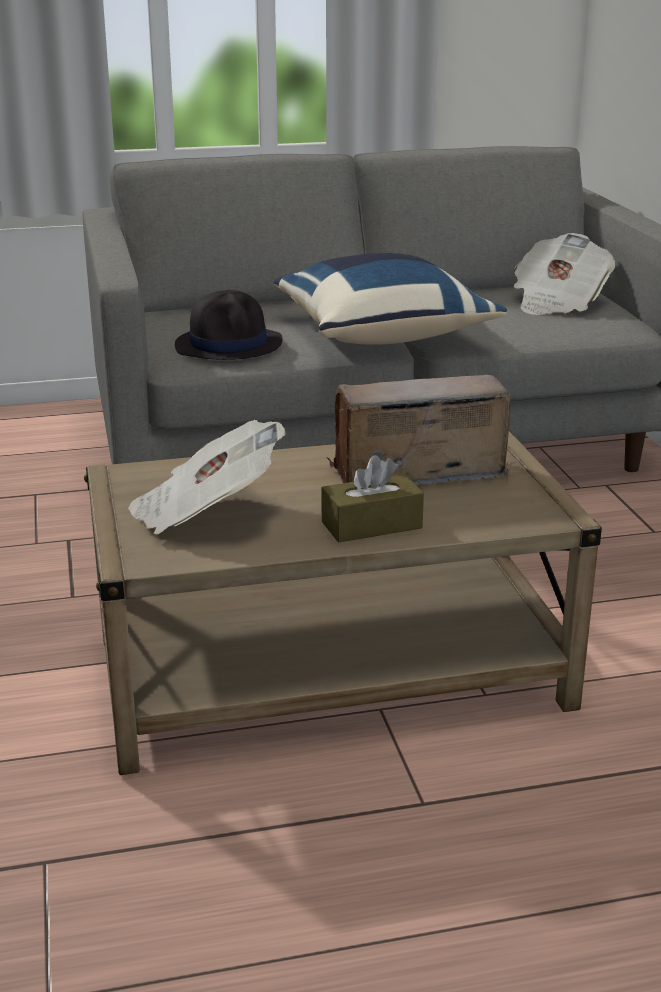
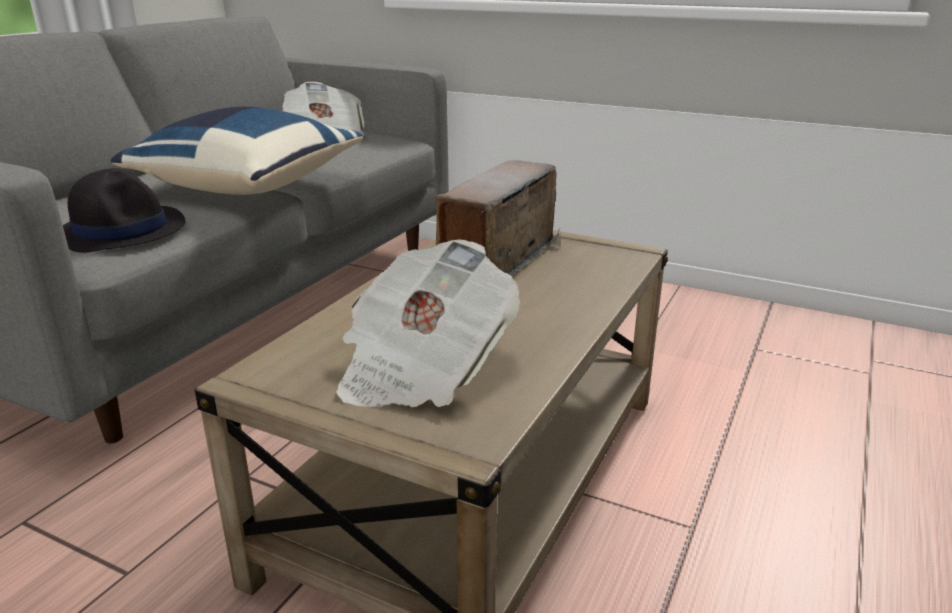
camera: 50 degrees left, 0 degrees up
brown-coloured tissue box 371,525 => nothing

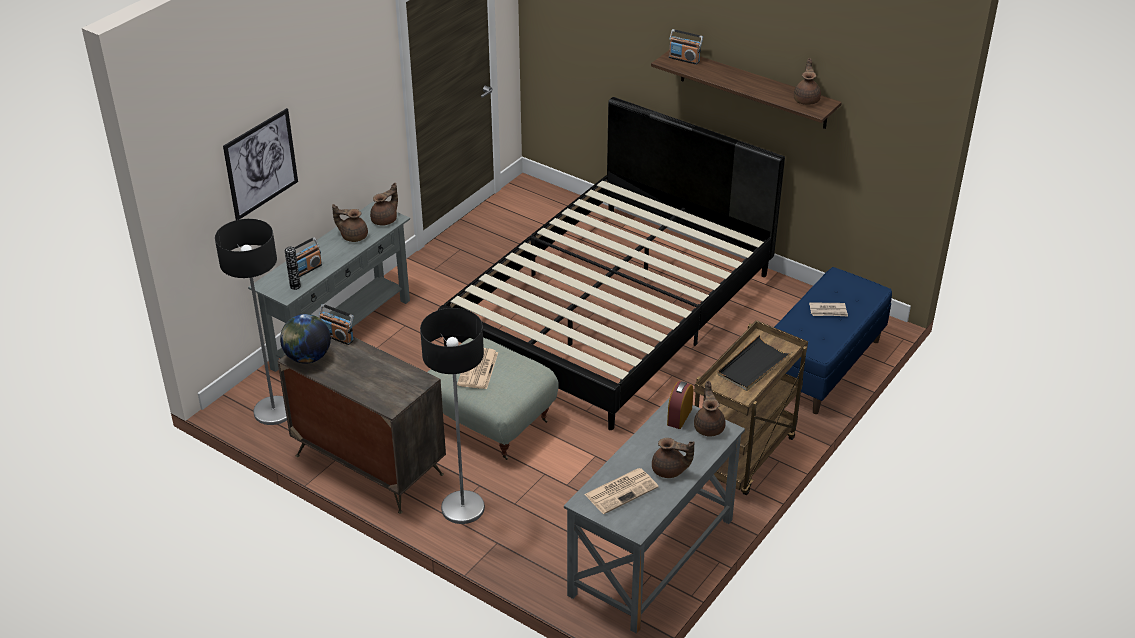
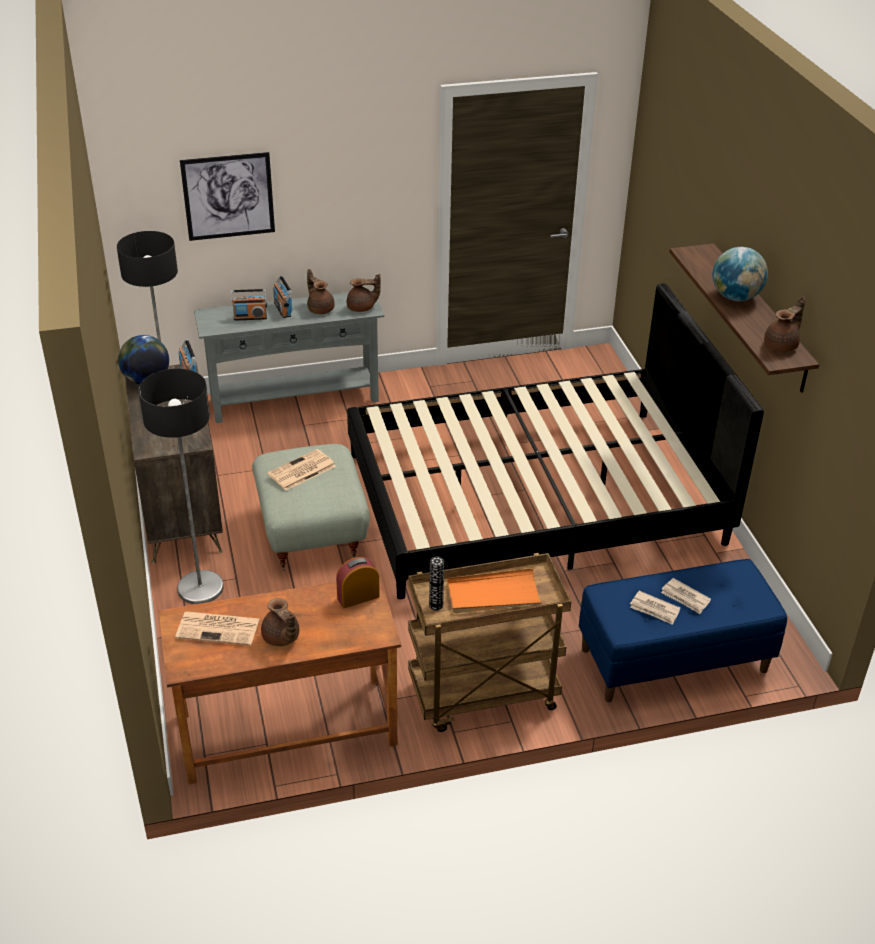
camera: 40 degrees right, 0 degrees up
radio set 684,59 => radio set 283,309, moved
vase 295,286 => vase 436,605, moved
black serving tray 753,366 => orange-coloured serving tray 493,594
brown-coloured teapot 709,427 => nothing
grey desk 652,557 => brown-coloured desk 287,730
nothing => desk globe 735,297
nothing => newspaper 654,609

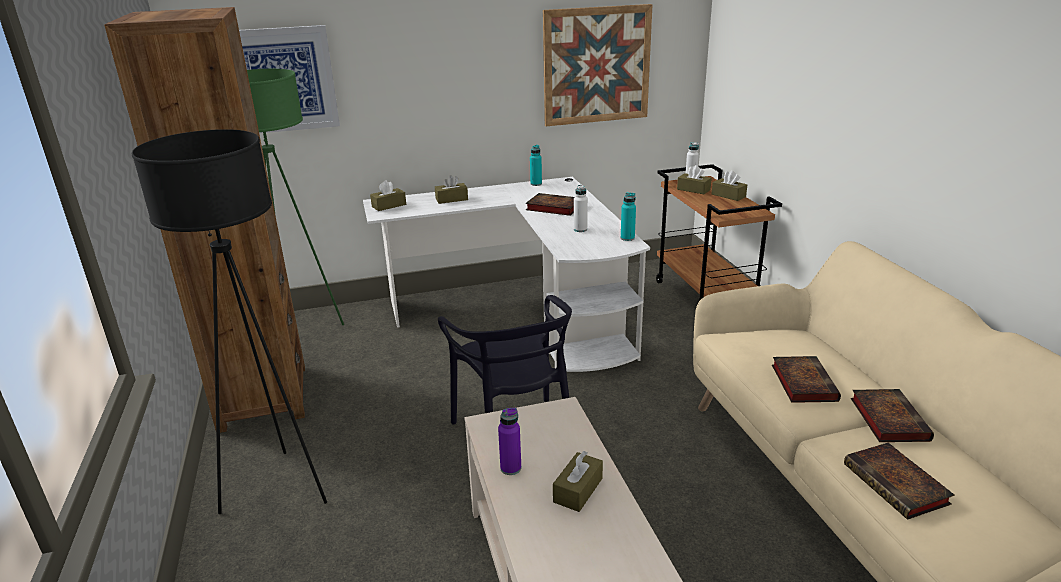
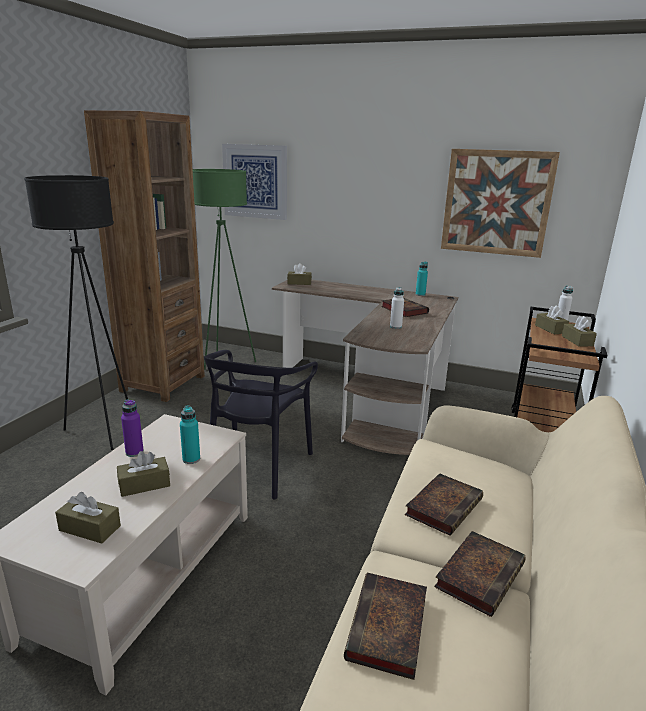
camera: 35 degrees right, 5 degrees down
brown-coloured tissue box 451,199 => brown-coloured tissue box 90,528, moved
white desk 524,315 => brown-coloured desk 373,396
blue-green bottle 627,238 => blue-green bottle 191,459, moved

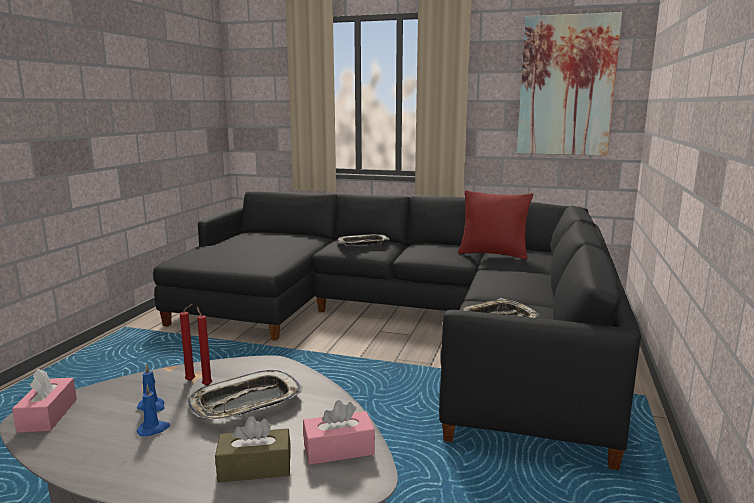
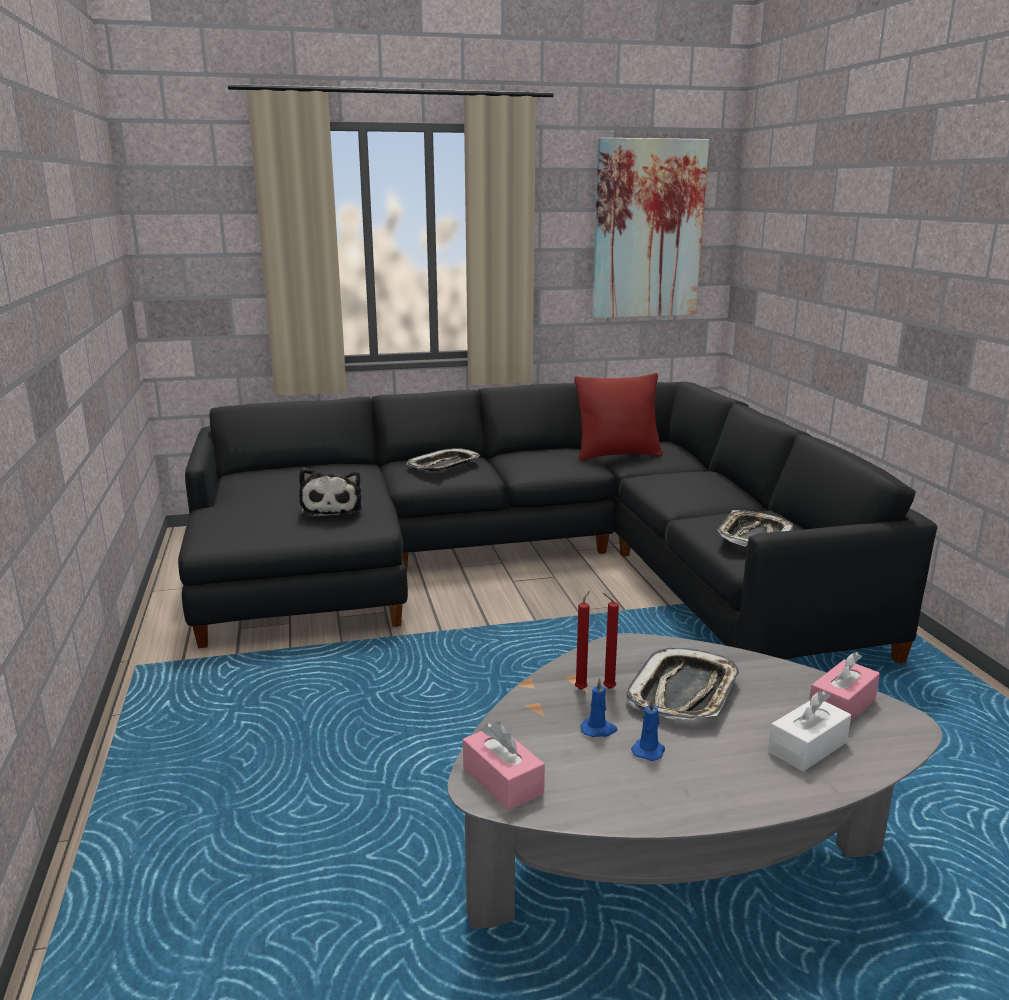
camera: 30 degrees left, 5 degrees up
brown-coloured tissue box 255,467 => white tissue box 807,747
nothing => cuddly toy 332,509

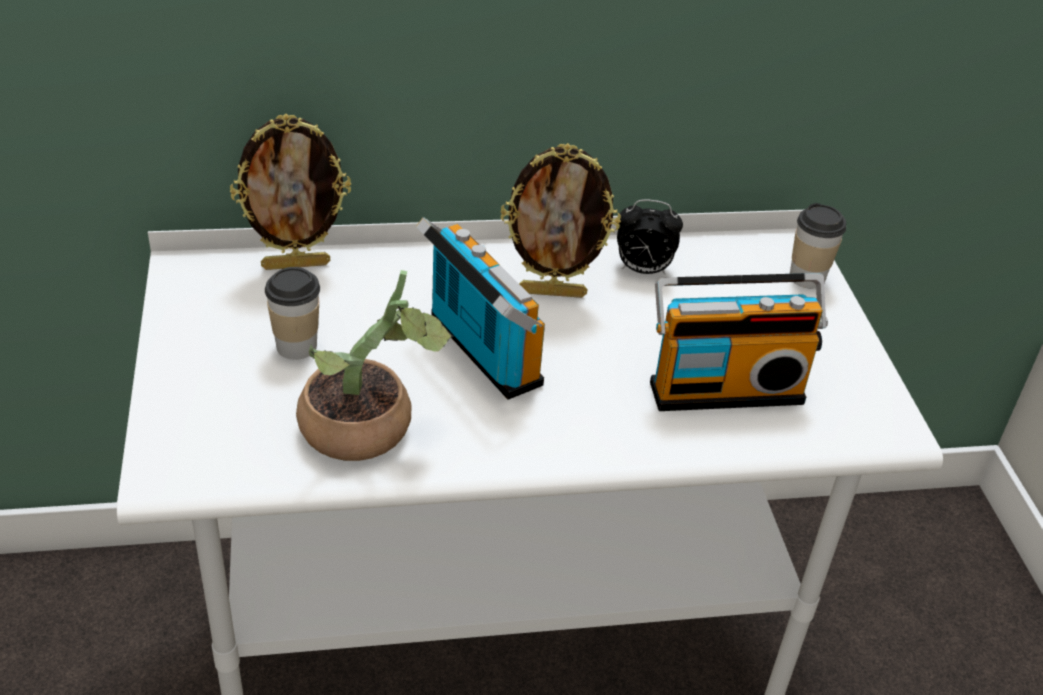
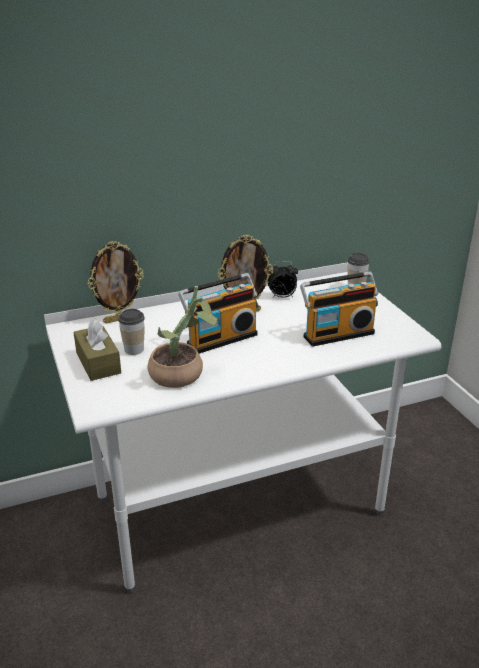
camera: 10 degrees left, 10 degrees down
radio set 478,352 => radio set 220,338, 105 degrees clockwise
nothing => brown-coloured tissue box 98,362

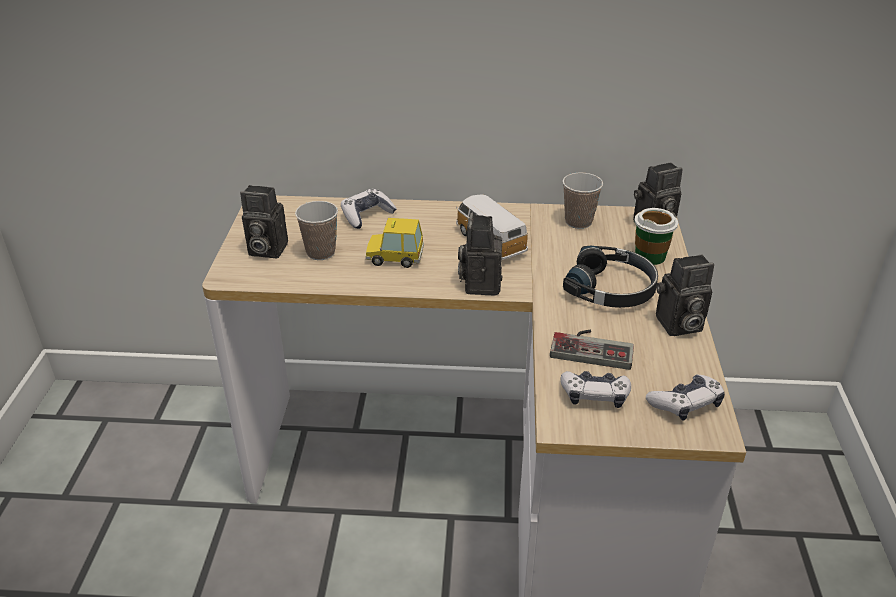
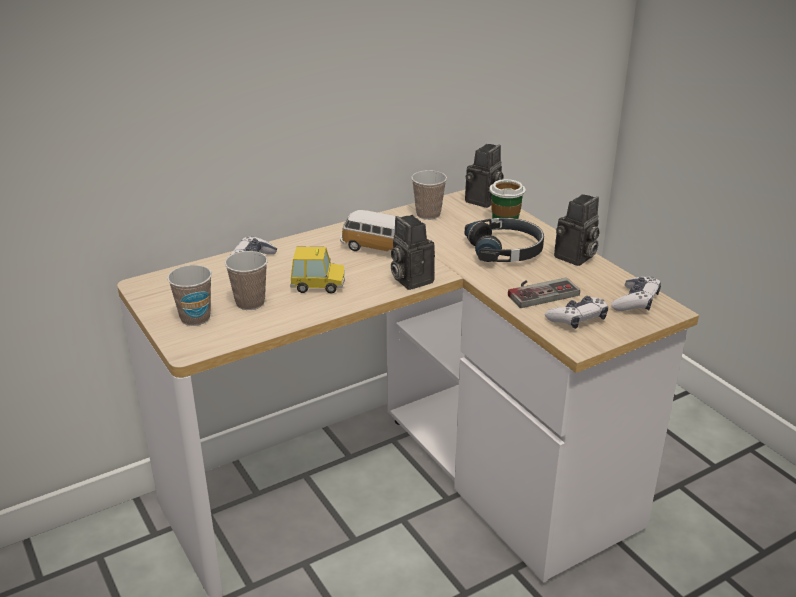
camera: 35 degrees left, 5 degrees down
still camera 265,250 => cup 195,318
toy car 395,257 => toy car 318,284, 150 degrees counterclockwise

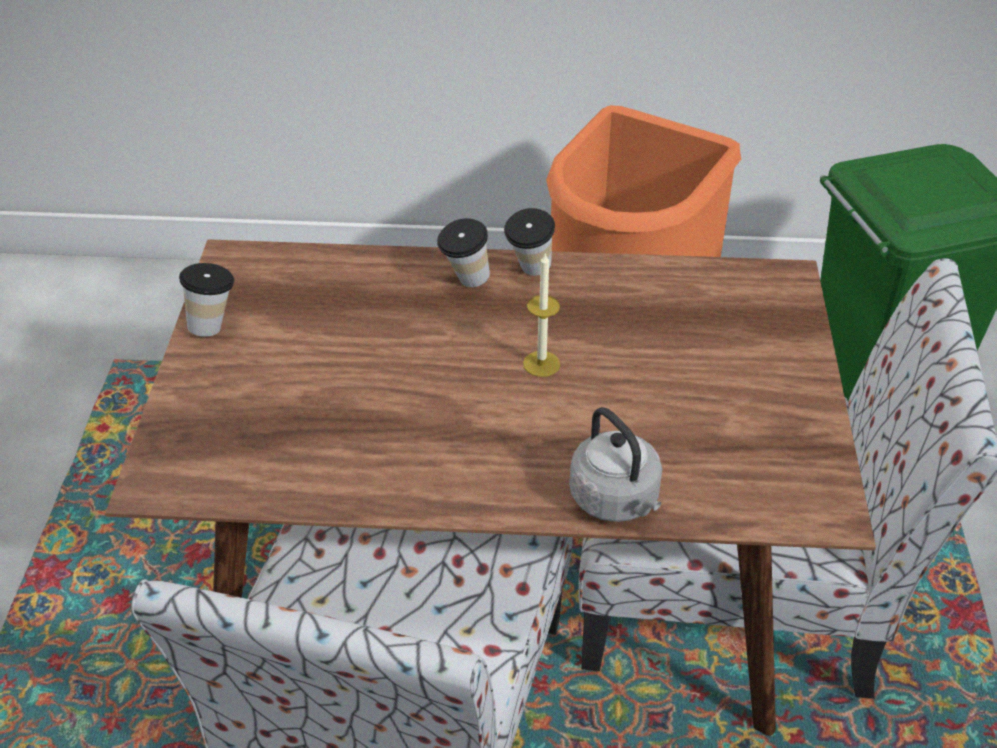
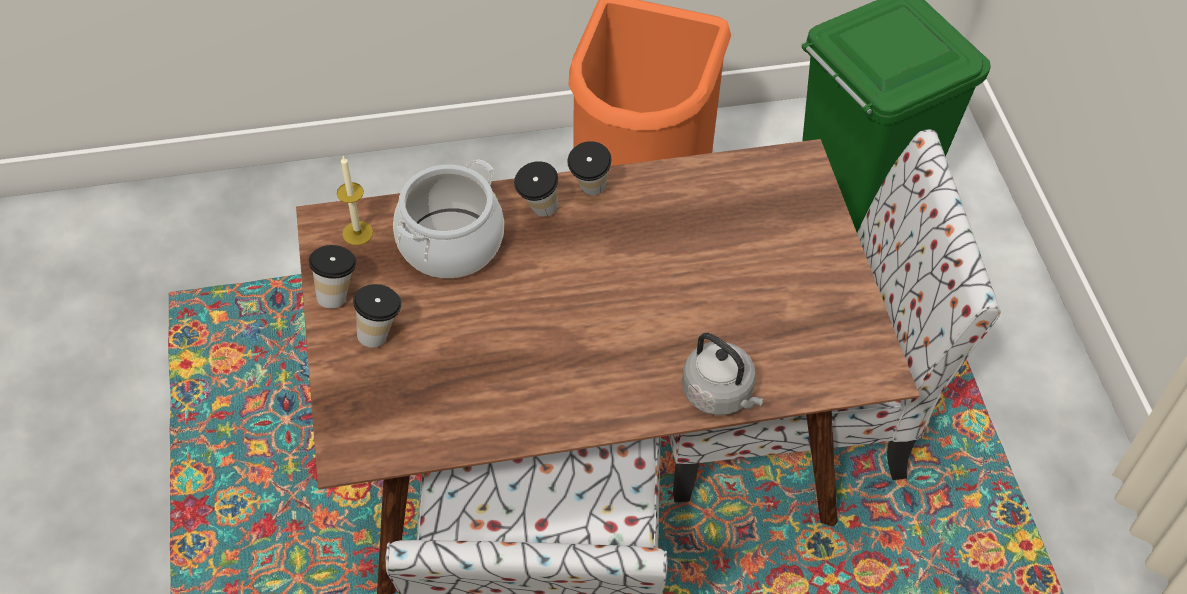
camera: 15 degrees left, 10 degrees up
candle 541,364 => candle 357,233, moved
nothing => cooking pot 450,243
nothing => cup 381,334

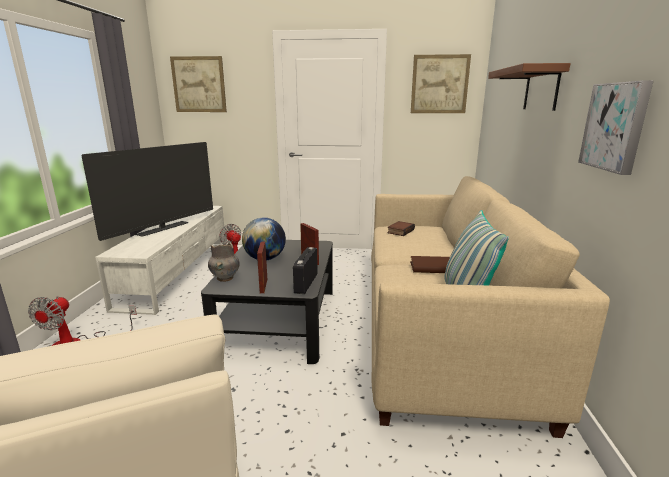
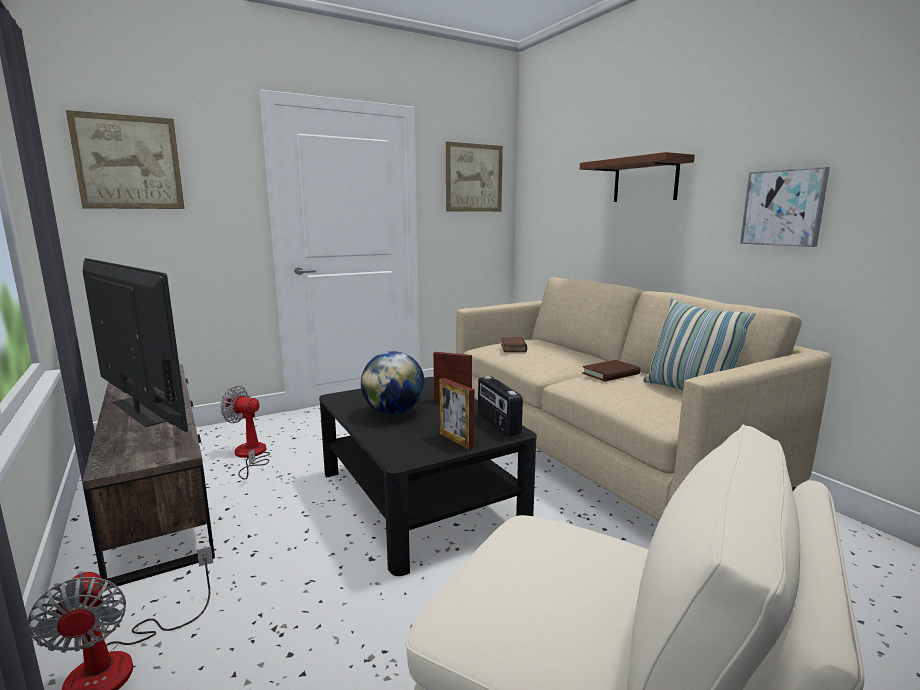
camera: 35 degrees left, 5 degrees down
TV 163,229 => TV 139,412, 45 degrees counterclockwise
white media console 178,272 => brown-coloured media console 159,487
grey vase 225,278 => nothing

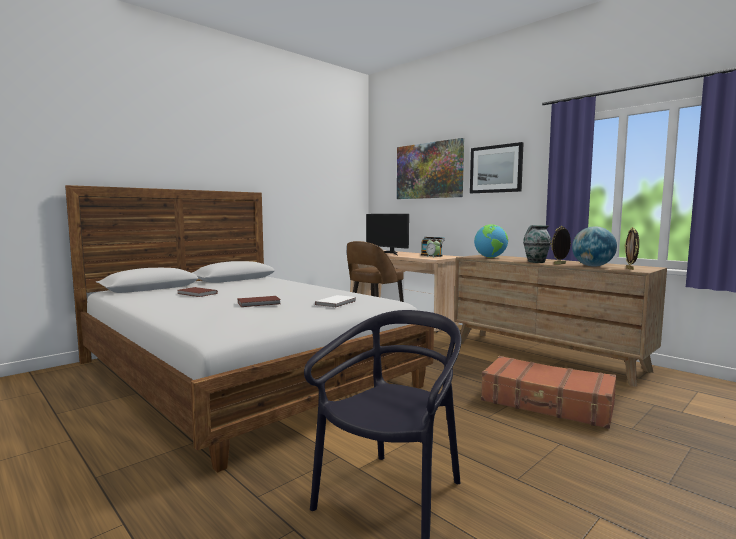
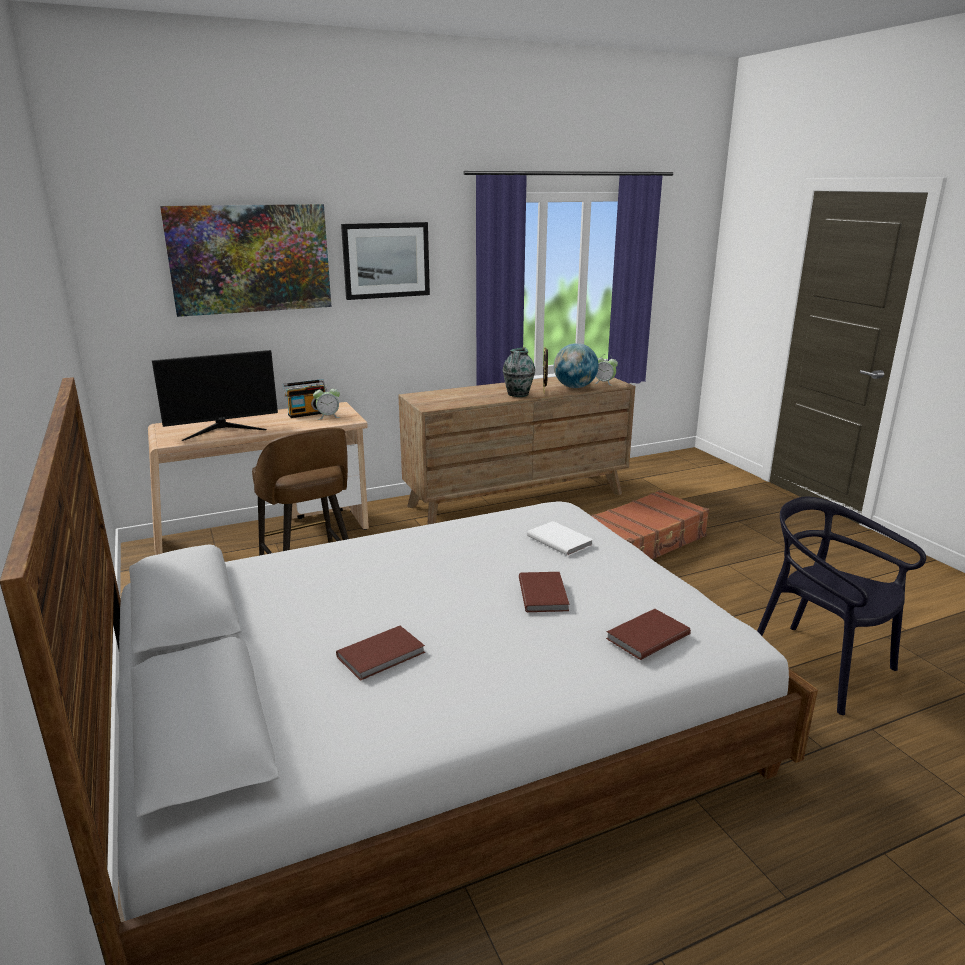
camera: 70 degrees left, 15 degrees up
desk globe 490,257 => nothing
standing frame 630,269 => bedside clock 604,383
nothing => brown-coloured volume 645,636

